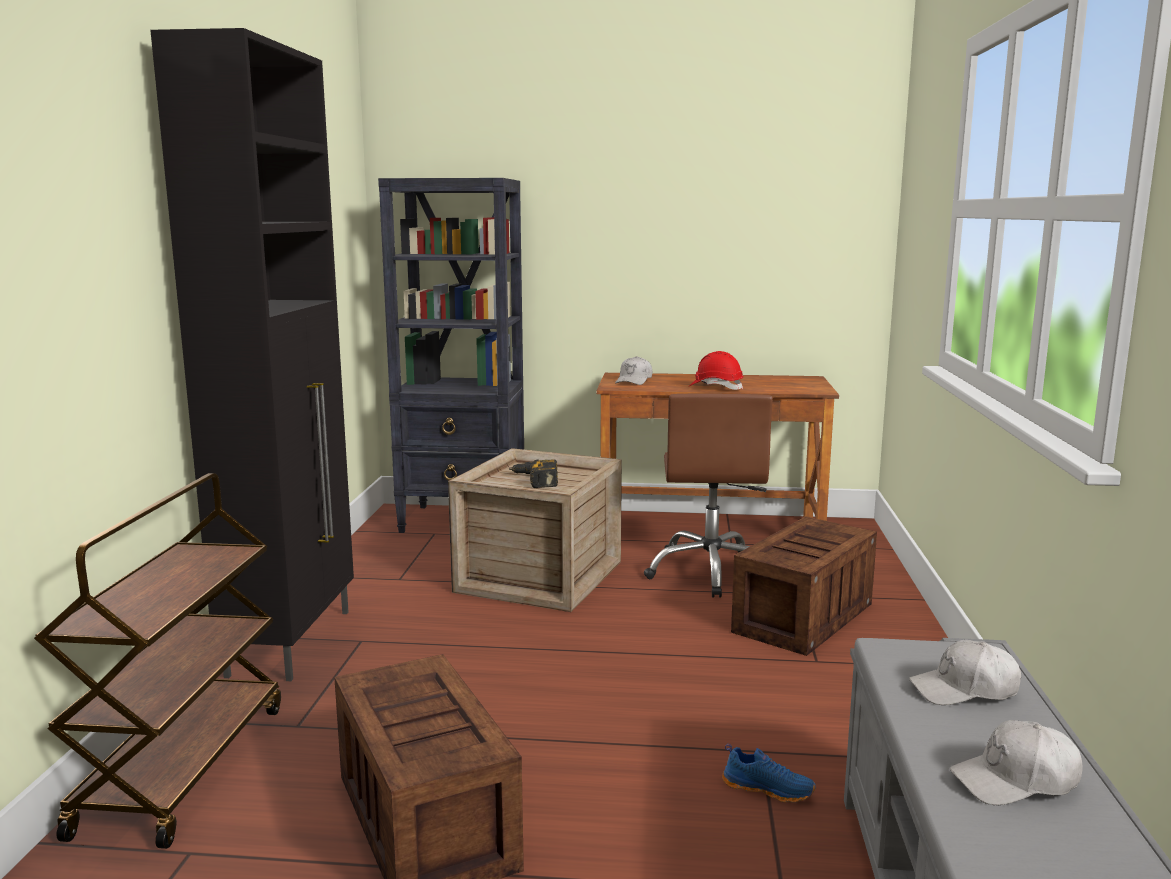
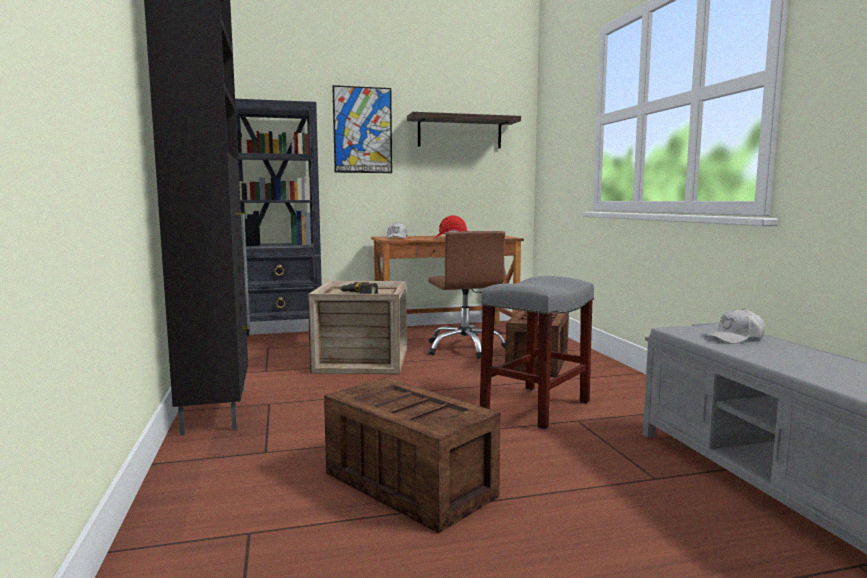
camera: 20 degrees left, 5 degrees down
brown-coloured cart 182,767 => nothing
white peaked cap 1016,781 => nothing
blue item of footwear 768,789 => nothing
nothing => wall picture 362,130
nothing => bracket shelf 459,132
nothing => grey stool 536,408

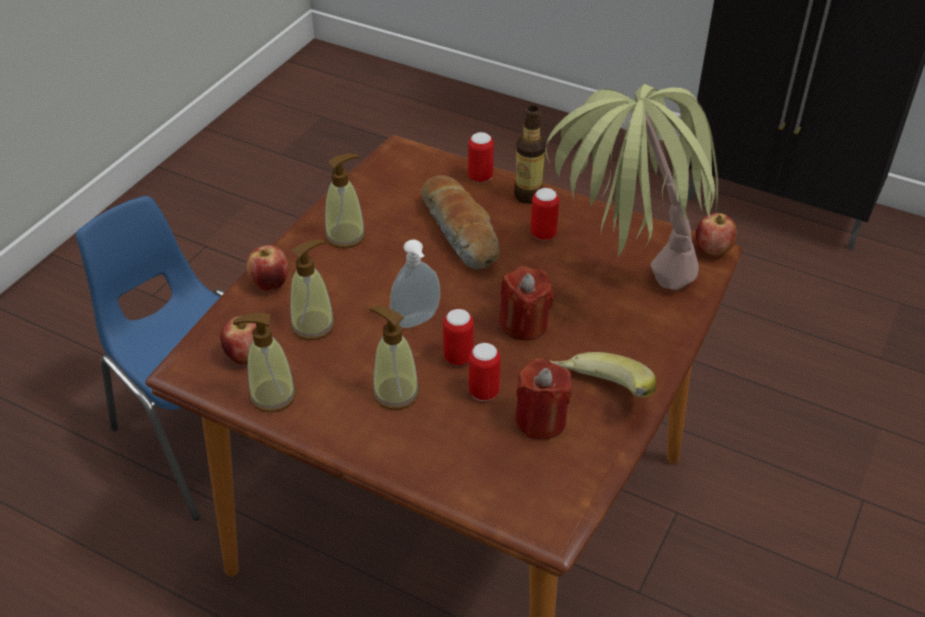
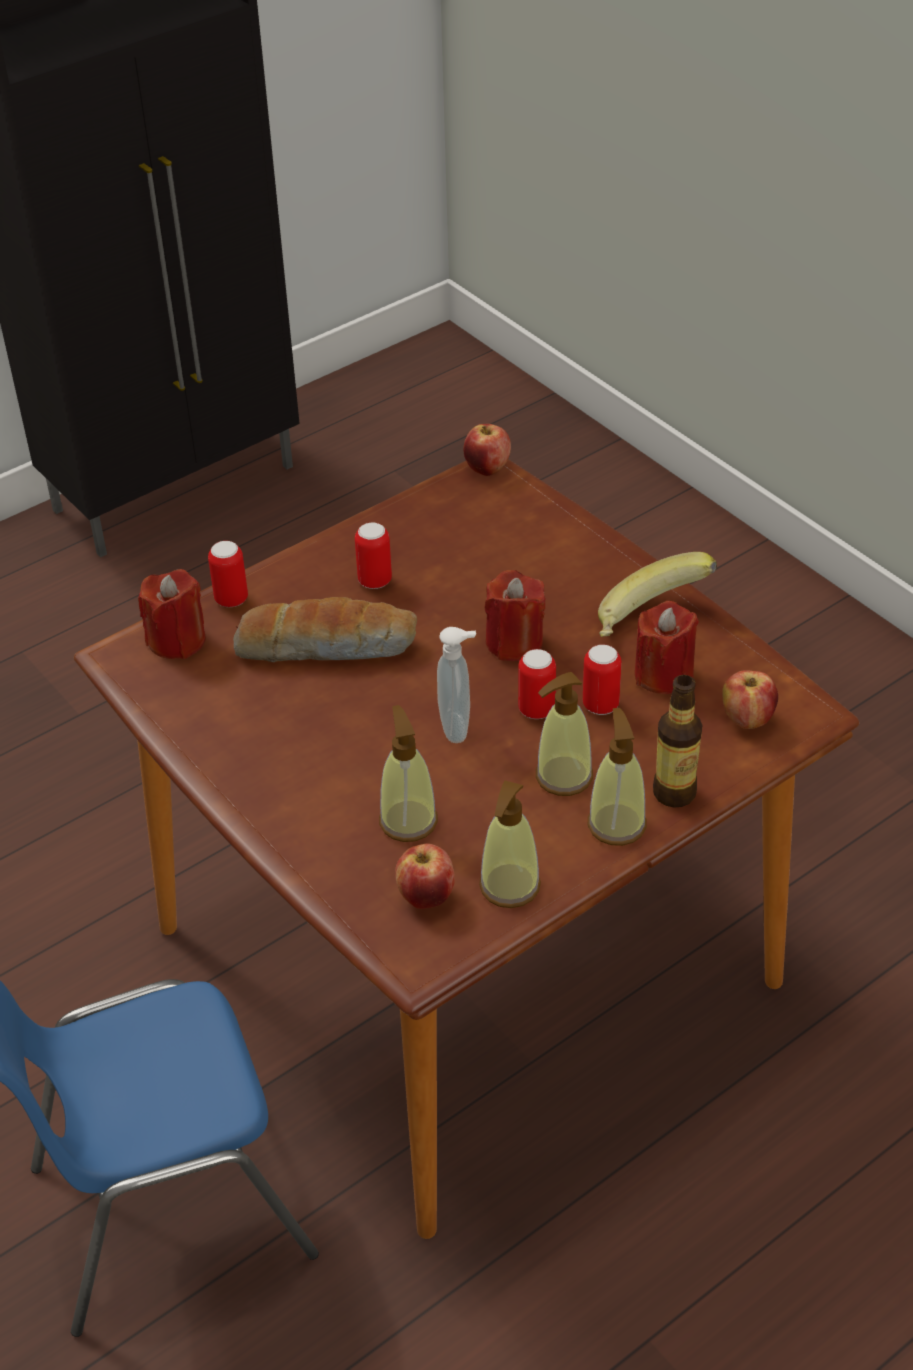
camera: 65 degrees left, 0 degrees up
houseplant 622,288 => nothing
bottle 528,195 => bottle 674,793, moved
soap dispenser 346,236 => soap dispenser 616,824, moved
whole apple 270,283 => whole apple 747,719, moved
nothing => red candle 177,640

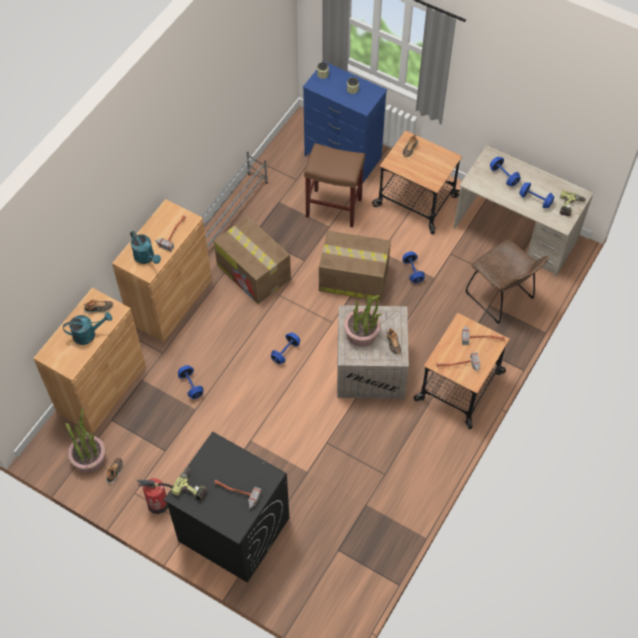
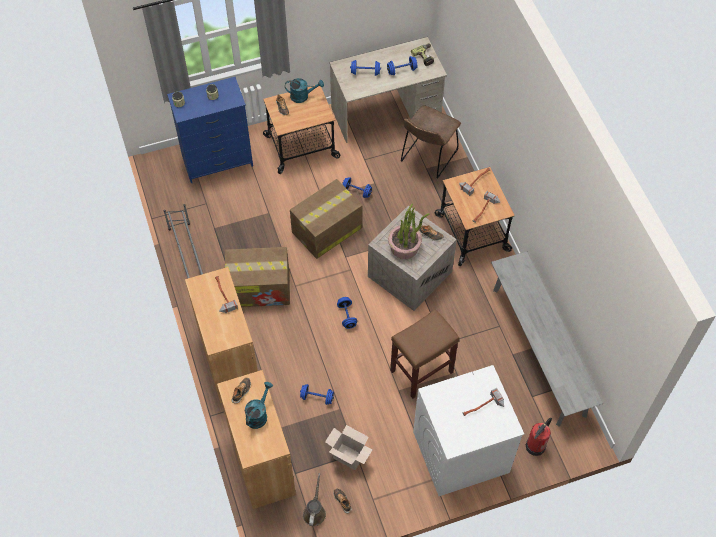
camera: 50 degrees left, 0 degrees up
brown-coloured stool 333,208 => brown-coloured stool 421,372, moved
blue-green watering pot 146,258 => blue-green watering pot 303,96, moved
brown-coloured chair 502,298 => brown-coloured chair 427,157, 120 degrees clockwise
houseplant 89,458 => brown-coloured watering pot 314,512
black washing machine 233,529 => white washing machine 460,452
electric drill 192,486 => nothing
extinguisher 158,504 => extinguisher 536,446, moved
nothing => grey bench 538,350
nothing => cardboard box 350,456

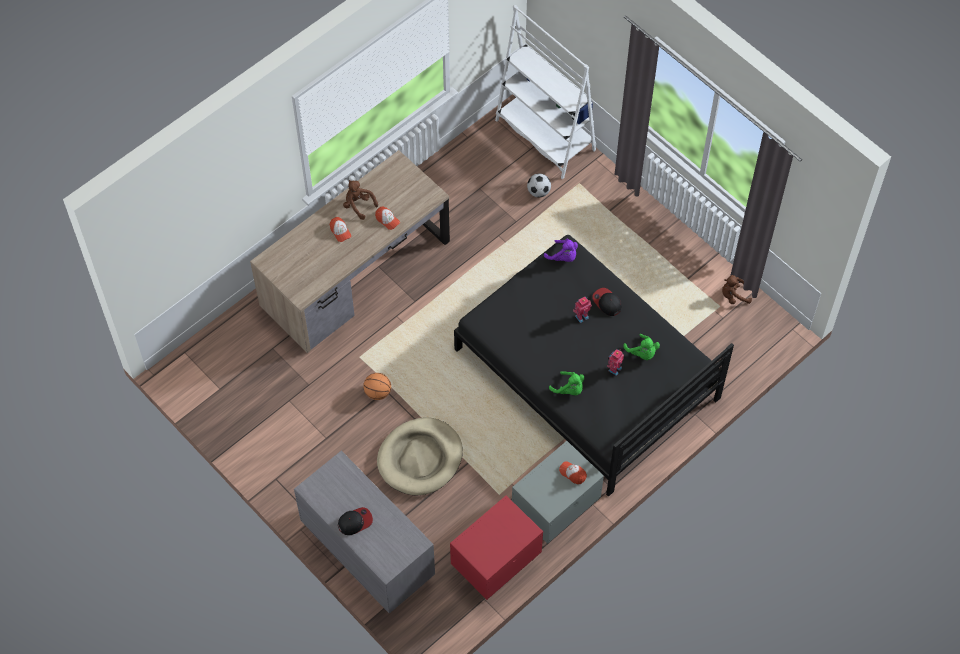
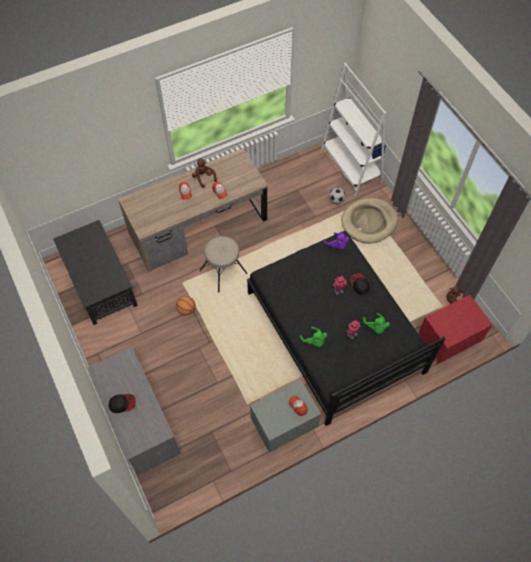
camera: 15 degrees right, 0 degrees up
beige-coloured dog bed 420,458 => beige-coloured dog bed 369,222, moved
red night table 495,566 => red night table 446,343, moved
nothing => black coffee table 100,282
nothing => beige-coloured stool 223,272

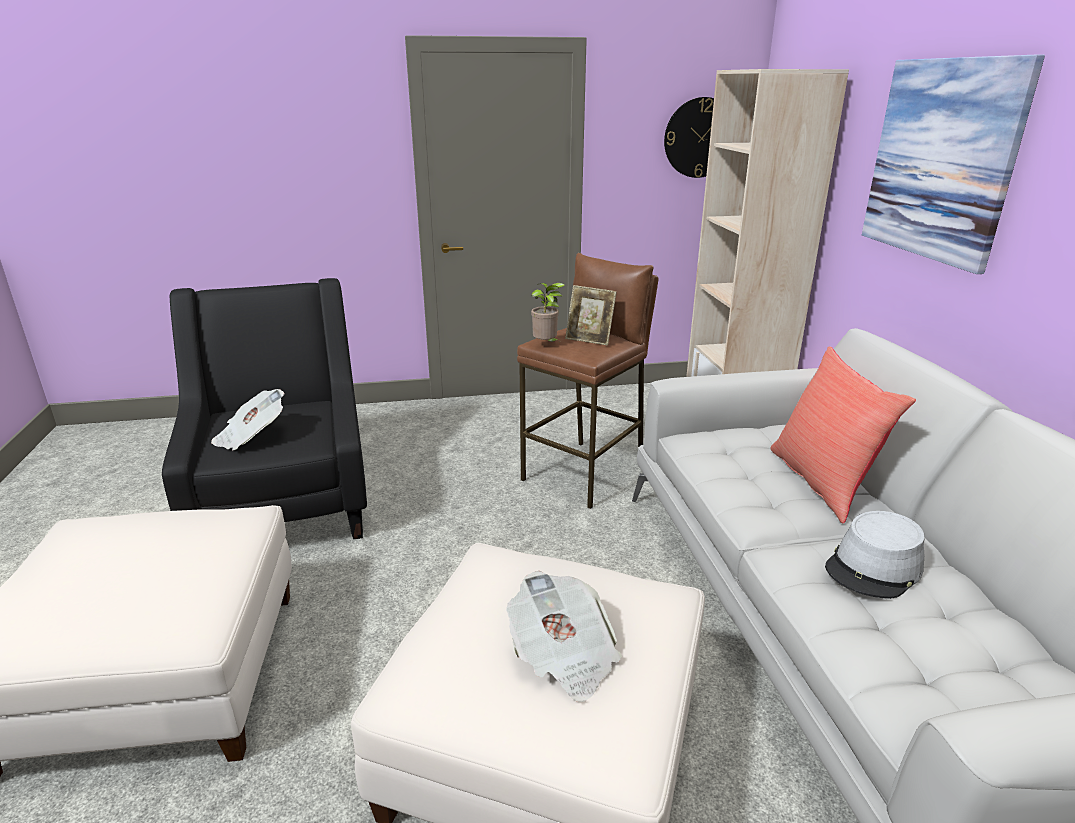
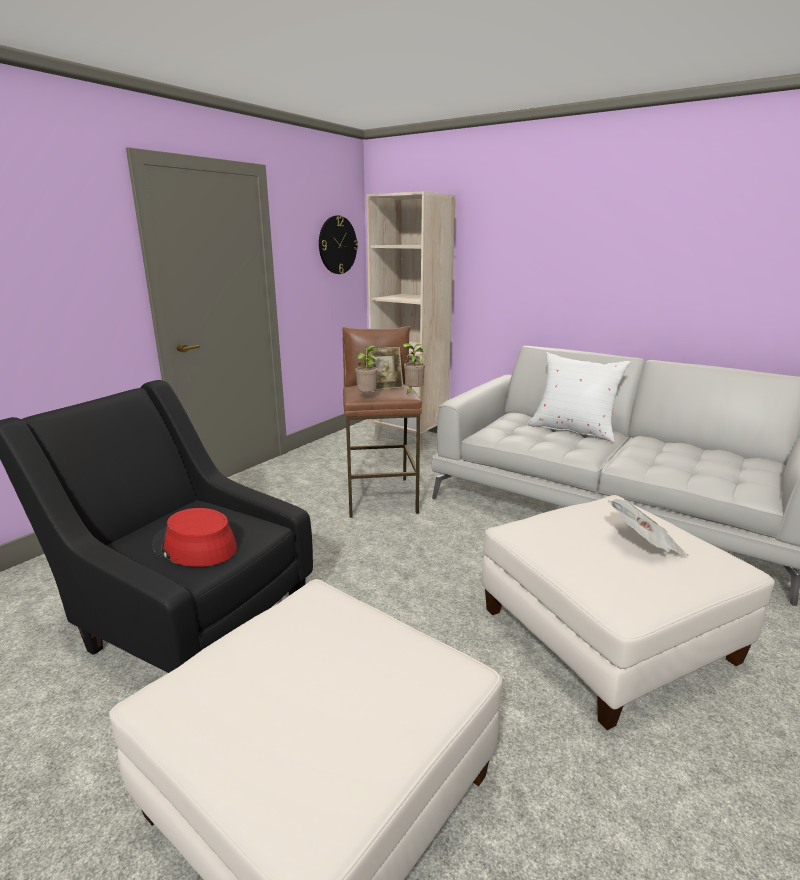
camera: 45 degrees left, 5 degrees down
wall picture 941,160 => nothing
red pillow 822,482 => white pillow 573,430
newspaper 251,437 => red clothing hat 194,546
grey clothing hat 874,567 => nothing
nothing => houseplant 413,392

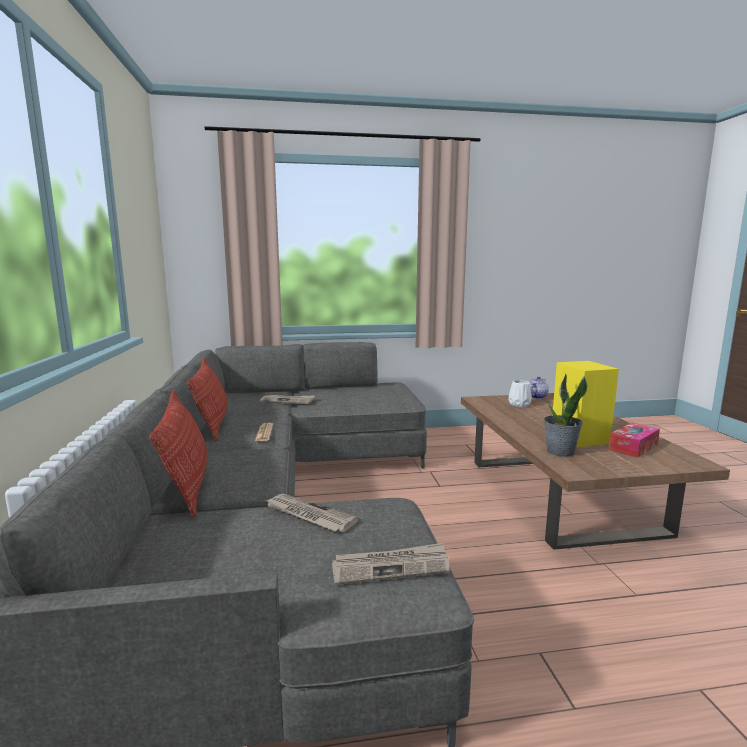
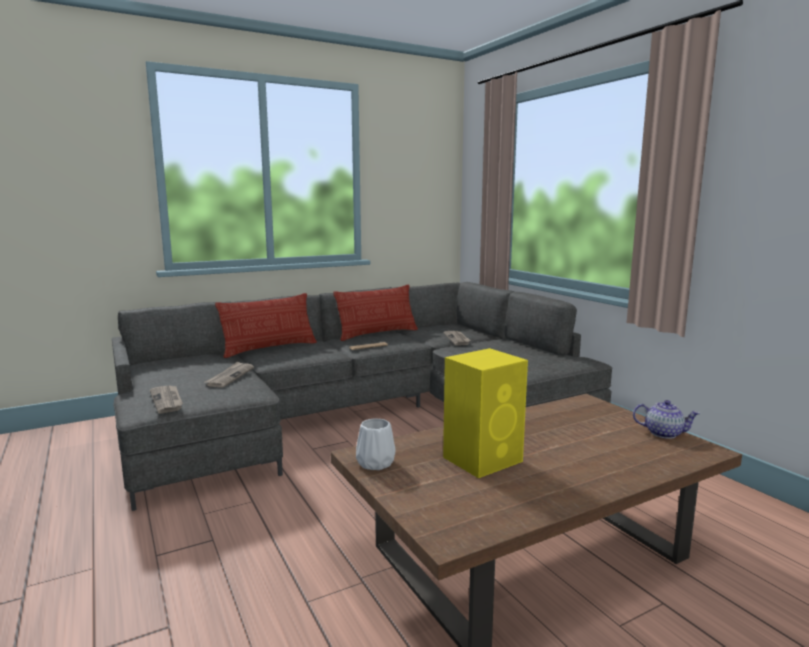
camera: 70 degrees right, 0 degrees up
houseplant 560,452 => nothing
white vase 520,404 => white vase 375,464, moved
tissue box 633,447 => nothing

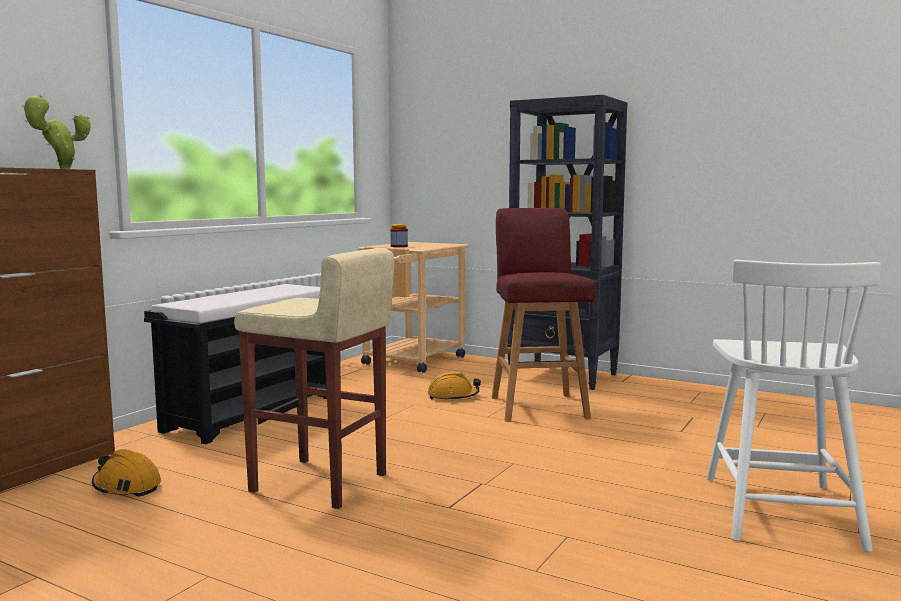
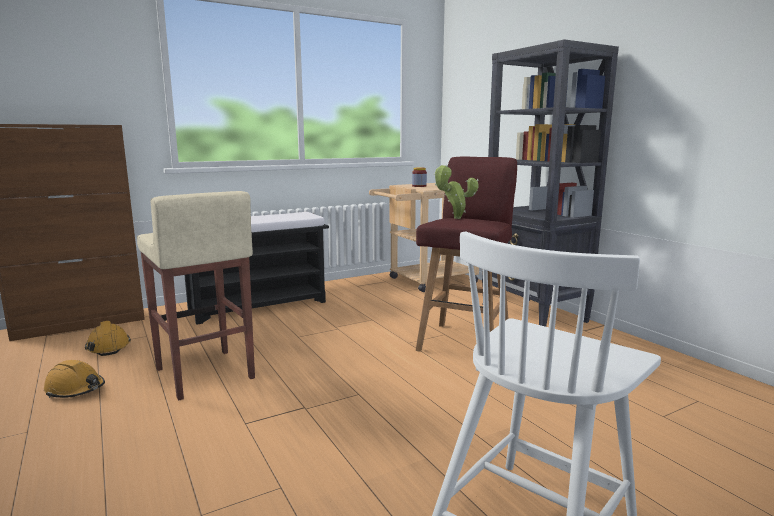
camera: 30 degrees right, 5 degrees up
houseplant 61,168 => houseplant 454,218, moved
orange-coloured work helmet 453,396 => orange-coloured work helmet 75,389, moved

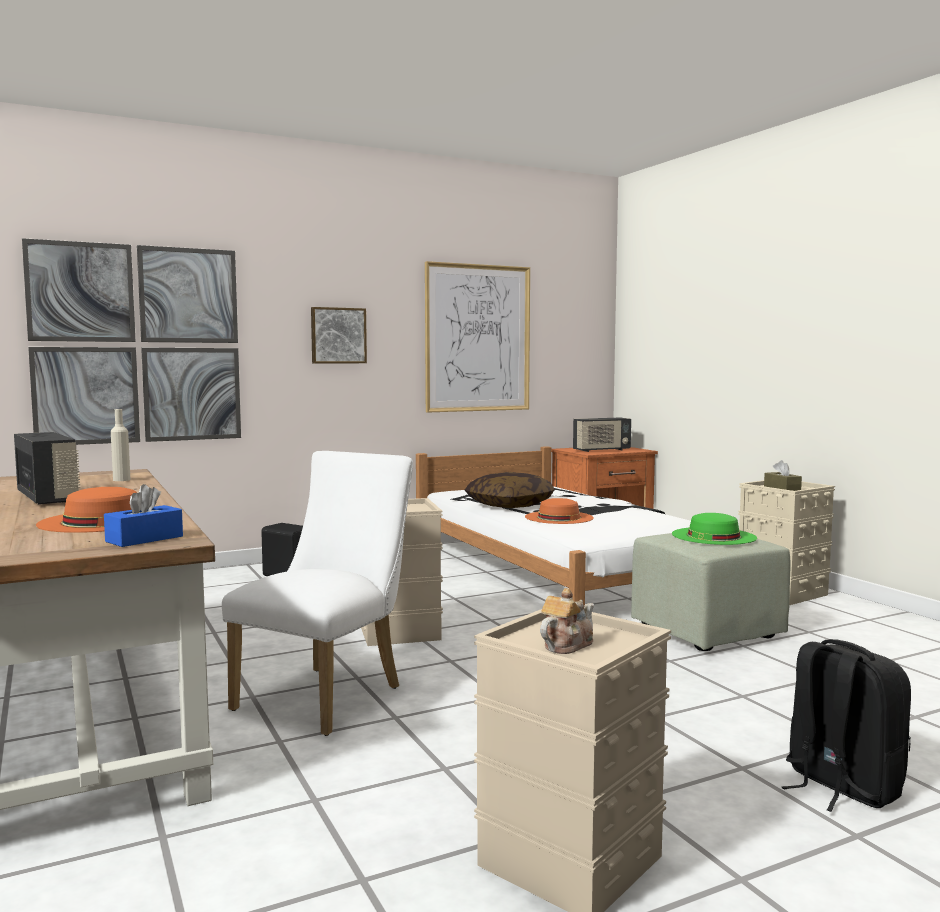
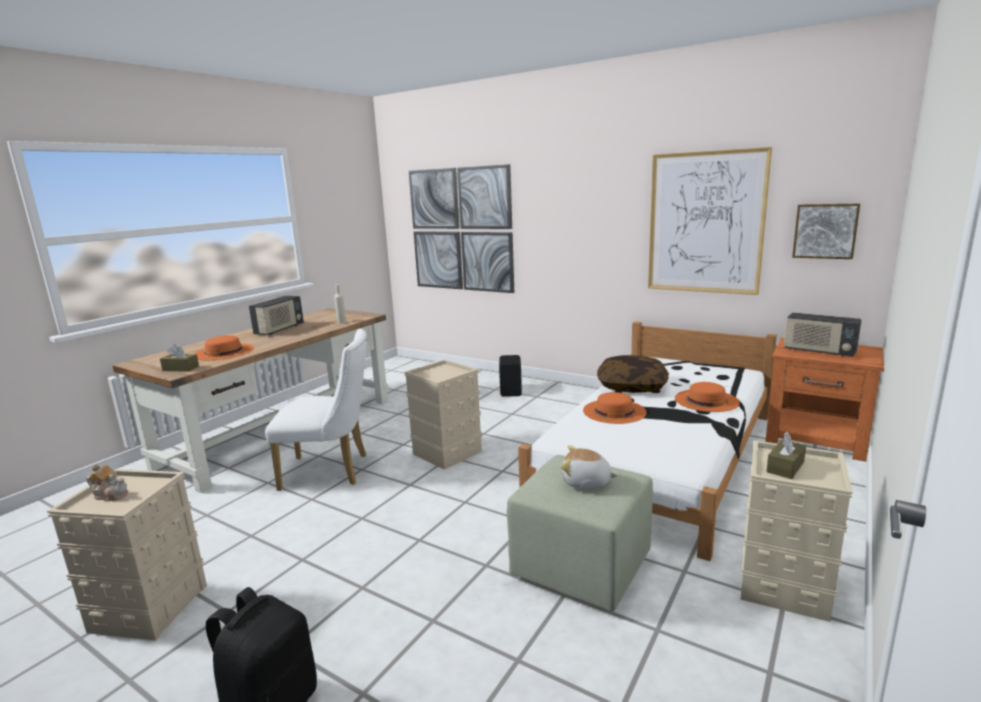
camera: 60 degrees right, 10 degrees up
wall picture 338,335 => wall picture 825,231, moved
blue tissue box 144,539 => brown-coloured tissue box 181,368
green clothing hat 713,536 => cuddly toy 586,482
nothing => orange-coloured clothing hat 706,400

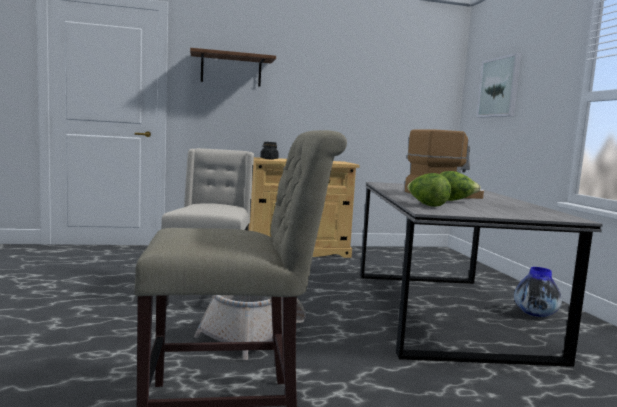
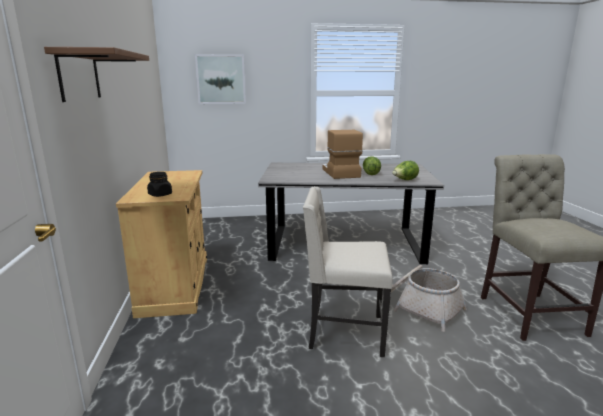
camera: 85 degrees left, 10 degrees up
vase 535,314 => nothing

